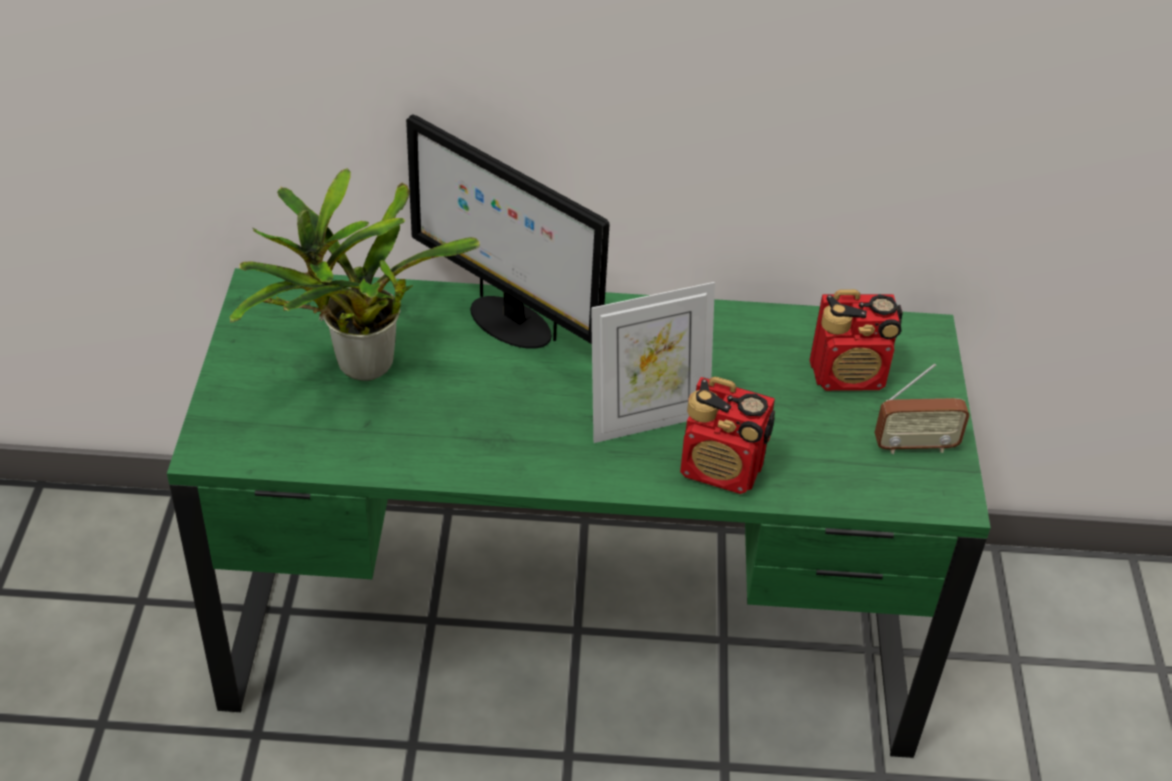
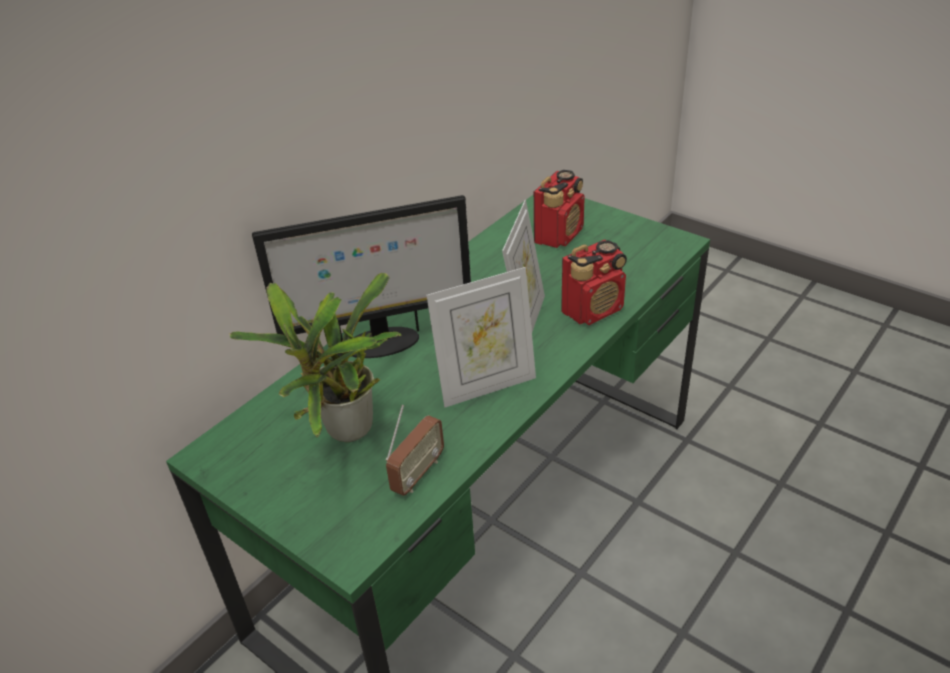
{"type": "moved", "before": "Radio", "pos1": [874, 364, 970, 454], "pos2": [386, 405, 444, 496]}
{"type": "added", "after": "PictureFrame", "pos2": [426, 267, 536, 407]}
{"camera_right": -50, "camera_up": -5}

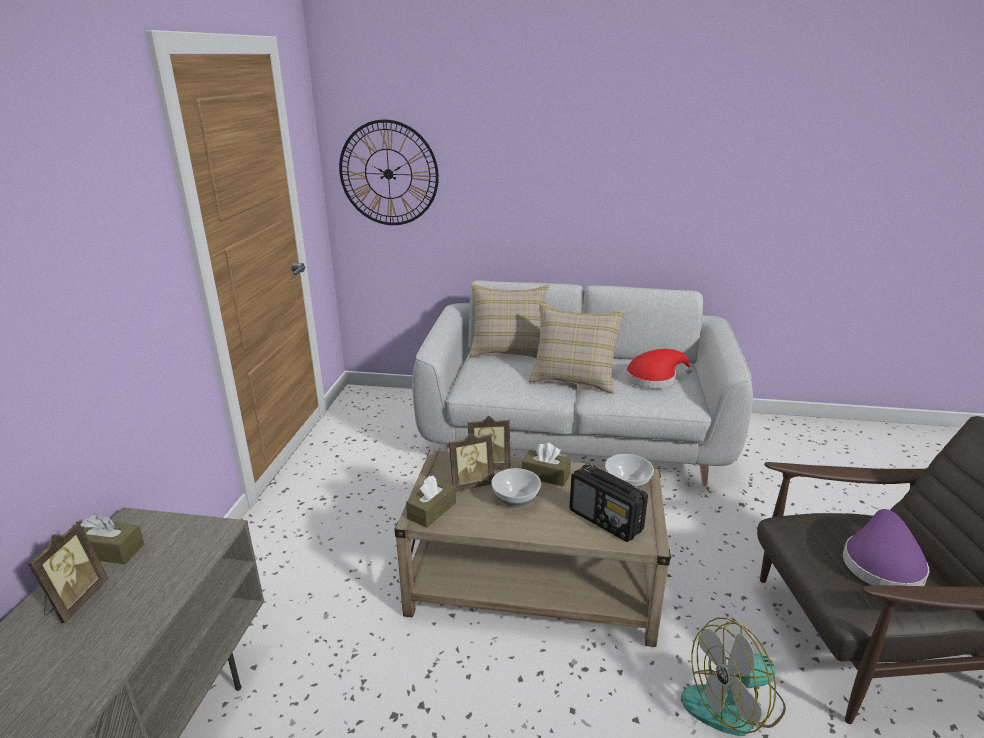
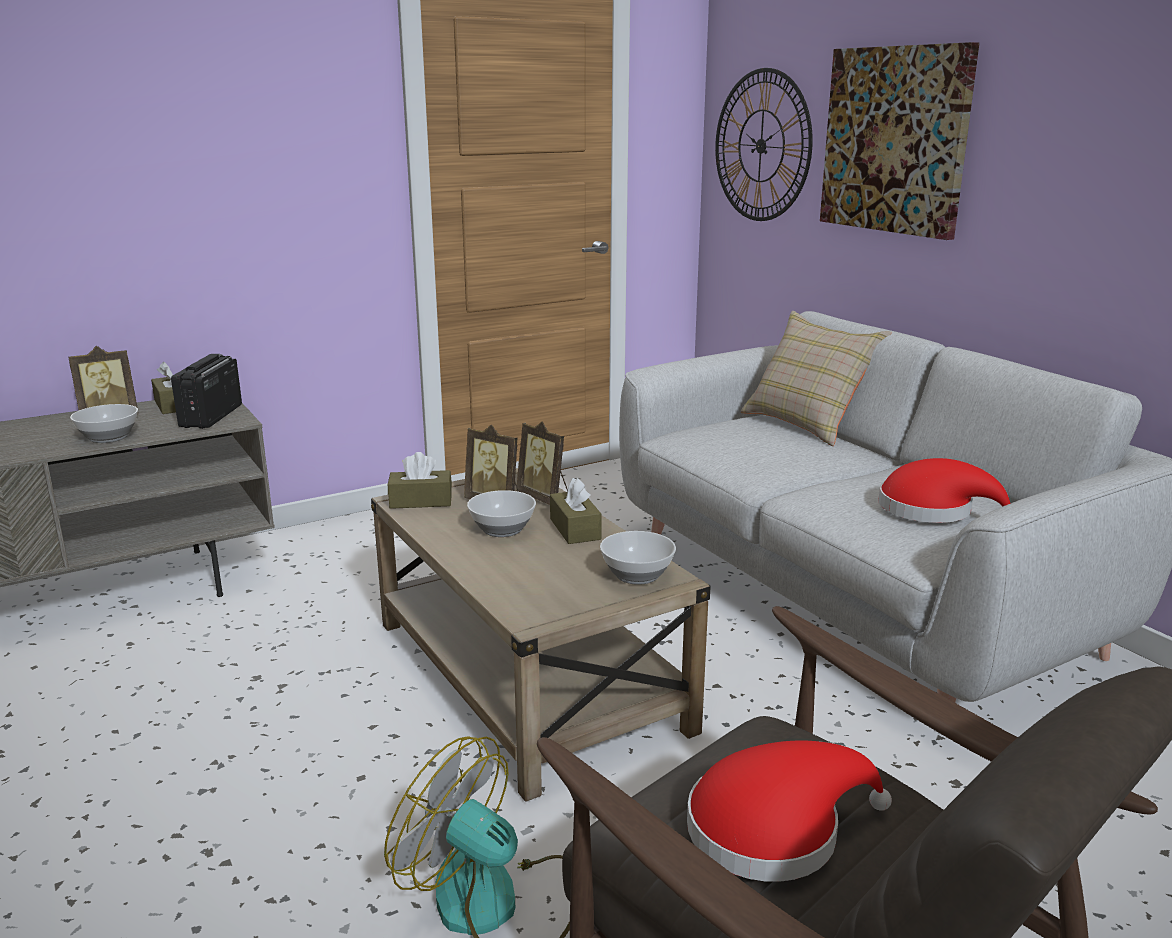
{"type": "removed", "before": "BeigeColouredCushion", "pos1": [529, 303, 625, 394]}
{"type": "moved", "before": "Radio", "pos1": [570, 464, 648, 542], "pos2": [171, 354, 242, 429]}
{"type": "recoloured", "before": "PurpleColouredHat", "after": "RedColouredHat", "pos1": [843, 509, 929, 586], "pos2": [687, 740, 892, 882]}
{"type": "added", "after": "WallPicture", "pos2": [820, 42, 979, 240]}
{"type": "added", "after": "ServingBowl", "pos2": [70, 404, 138, 443]}
{"camera_right": 50, "camera_up": -5}

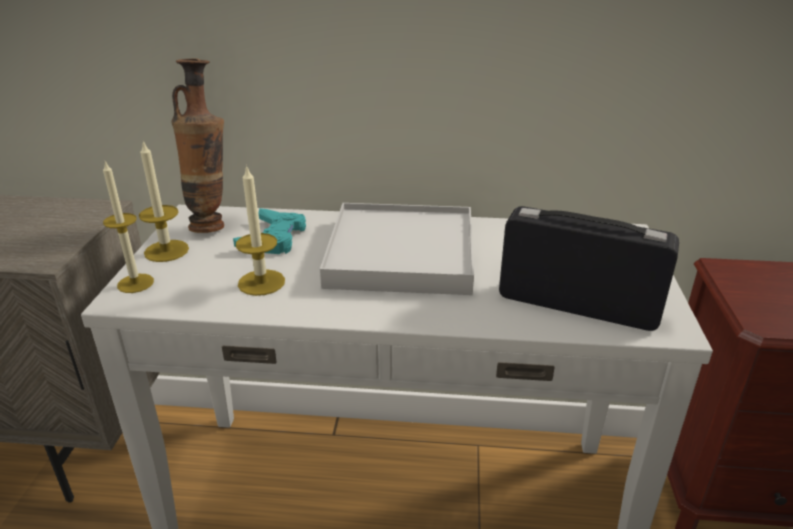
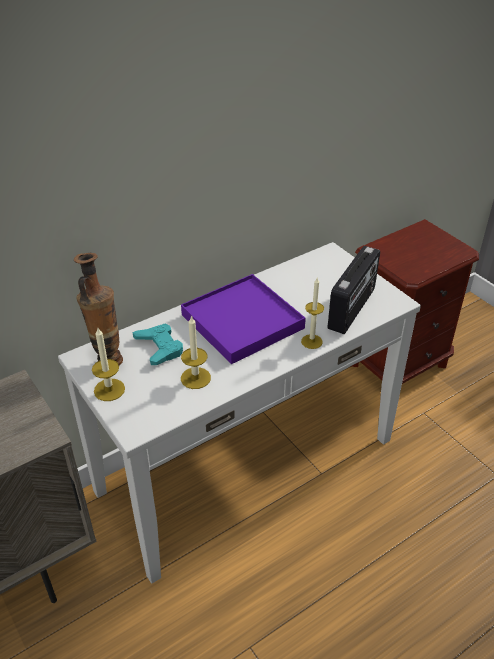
{"type": "moved", "before": "WaxCandle", "pos1": [103, 161, 154, 293], "pos2": [301, 278, 324, 349]}
{"type": "recoloured", "before": "WhiteServingTray", "after": "PurpleColouredServingTray", "pos1": [320, 203, 474, 295], "pos2": [181, 274, 306, 364]}
{"type": "turned", "before": "Radio", "pos1": [499, 206, 679, 331], "pos2": [328, 246, 380, 334], "turn": 135}
{"camera_right": -40, "camera_up": 10}

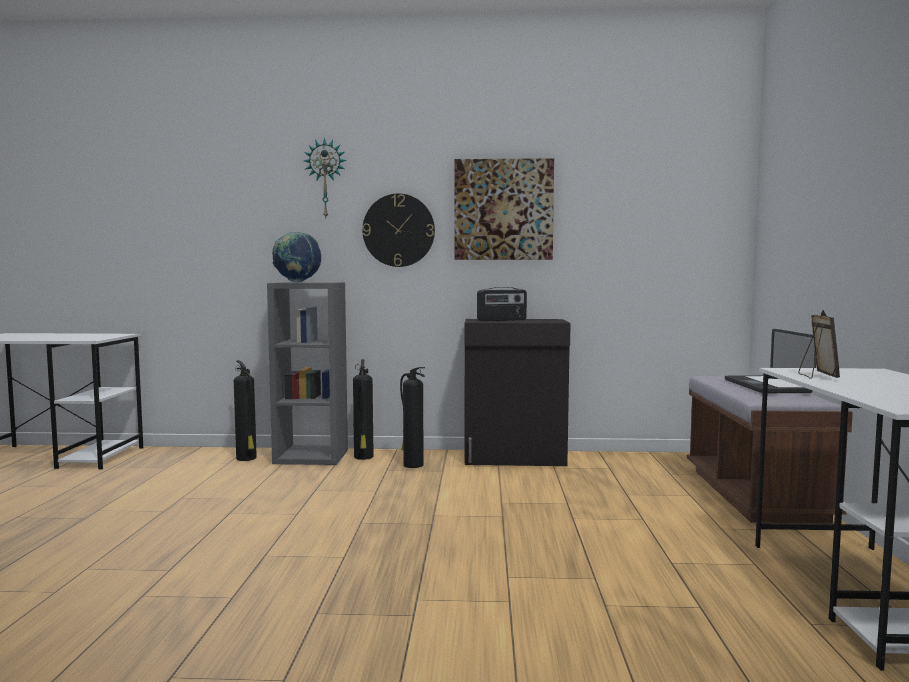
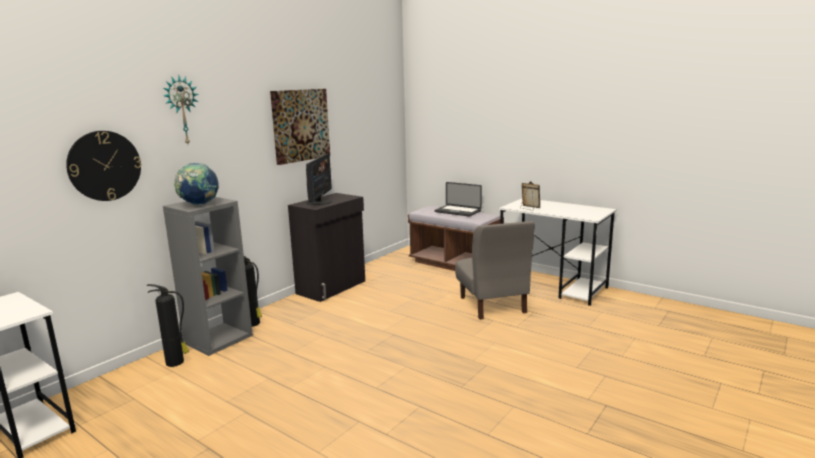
{"type": "moved", "before": "ClockOnTheWall", "pos1": [362, 194, 435, 267], "pos2": [66, 131, 142, 201]}
{"type": "replaced", "before": "Radio", "after": "ComputerScreen", "pos1": [477, 287, 527, 321], "pos2": [306, 154, 332, 205]}
{"type": "removed", "before": "FireFightingCylinder", "pos1": [400, 367, 425, 468]}
{"type": "added", "after": "GreyUprightChair", "pos2": [455, 221, 535, 320]}
{"camera_right": -55, "camera_up": 10}

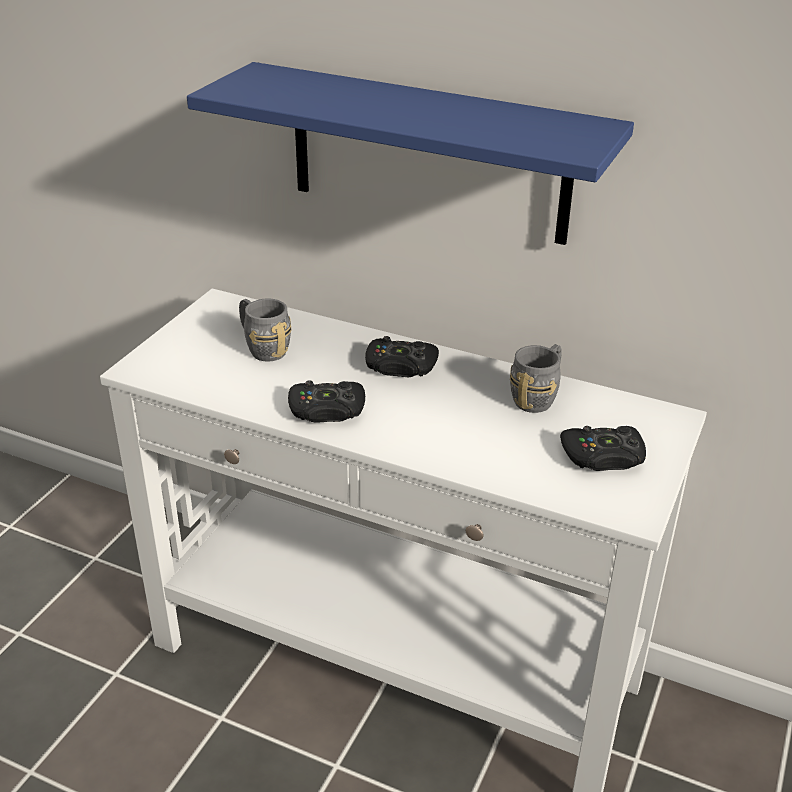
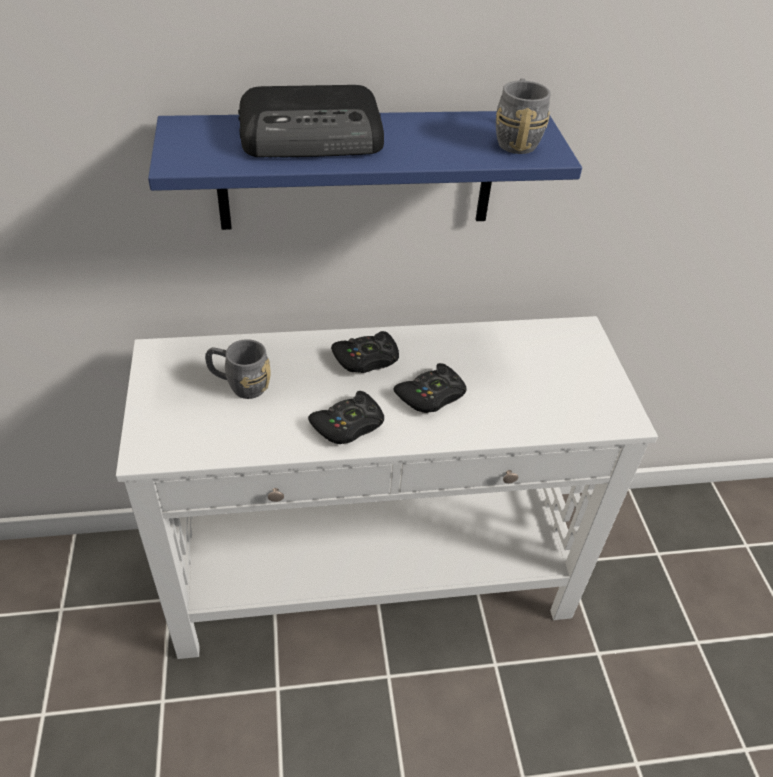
{"type": "moved", "before": "GreyMug", "pos1": [510, 344, 562, 413], "pos2": [496, 79, 551, 154]}
{"type": "moved", "before": "BlackGameController", "pos1": [560, 426, 646, 471], "pos2": [394, 363, 467, 413]}
{"type": "added", "after": "Radio", "pos2": [238, 85, 384, 157]}
{"camera_right": -35, "camera_up": 10}

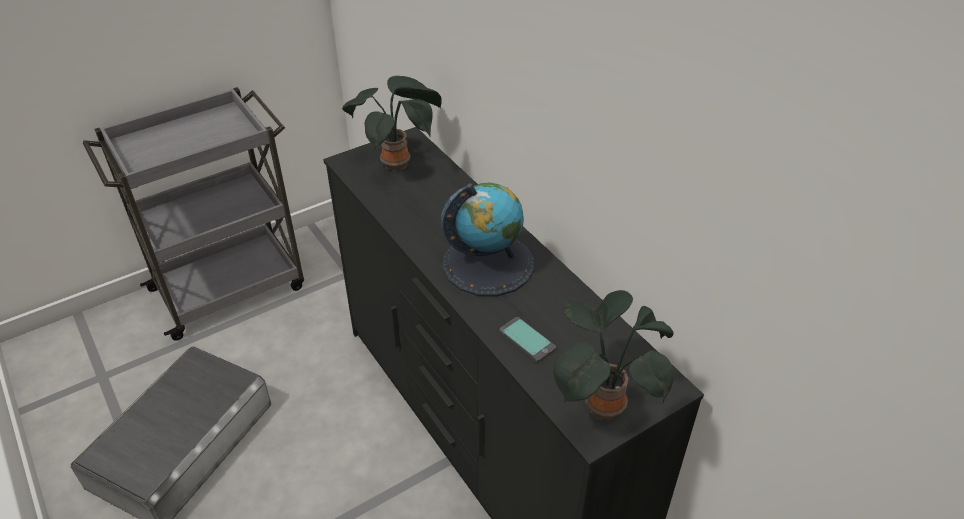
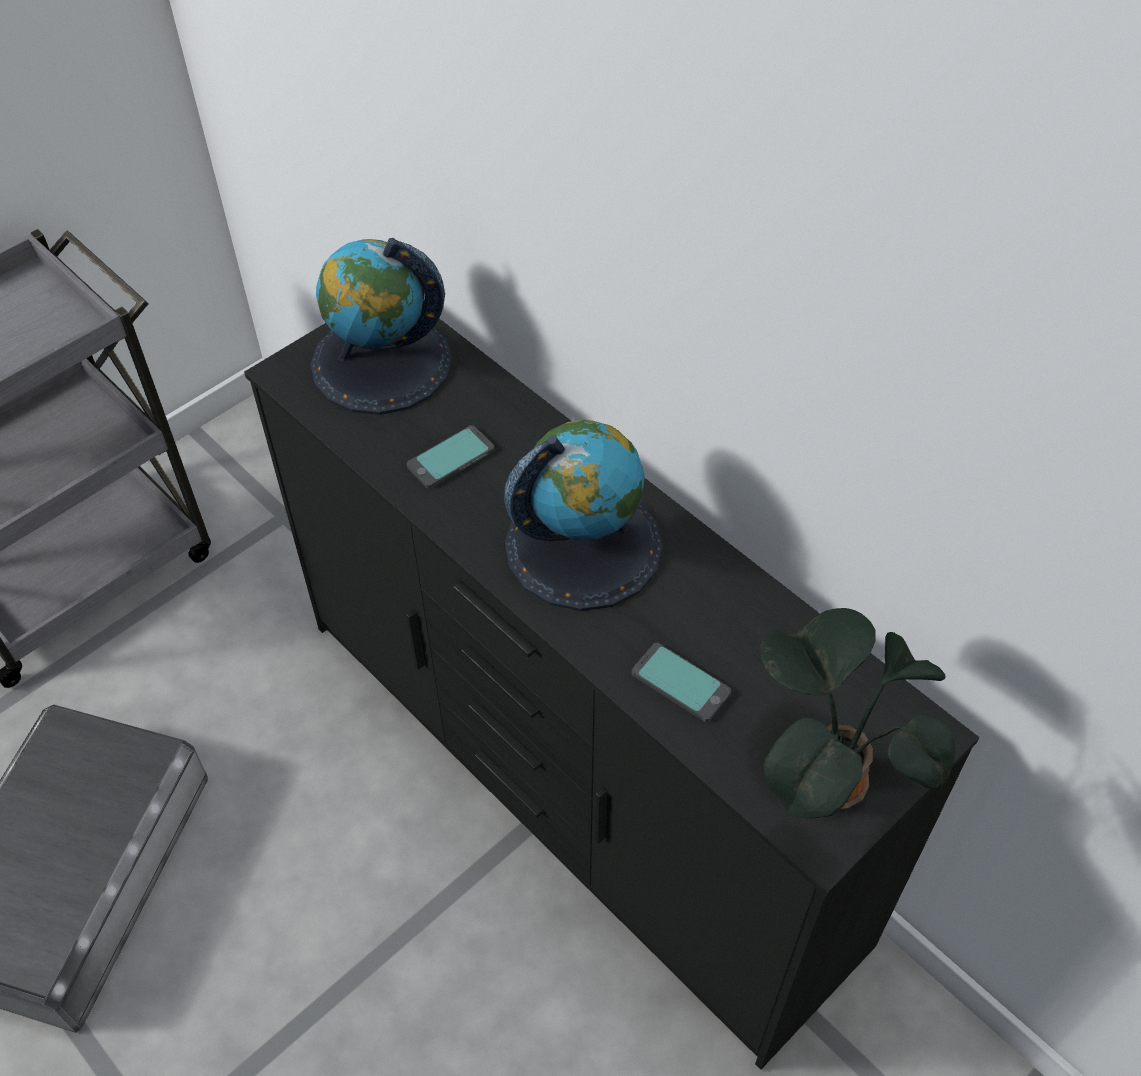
{"type": "replaced", "before": "Houseplant", "after": "DeskGlobe", "pos1": [342, 76, 442, 171], "pos2": [310, 238, 452, 415]}
{"type": "added", "after": "Handset", "pos2": [407, 425, 494, 489]}
{"camera_right": -10, "camera_up": 10}

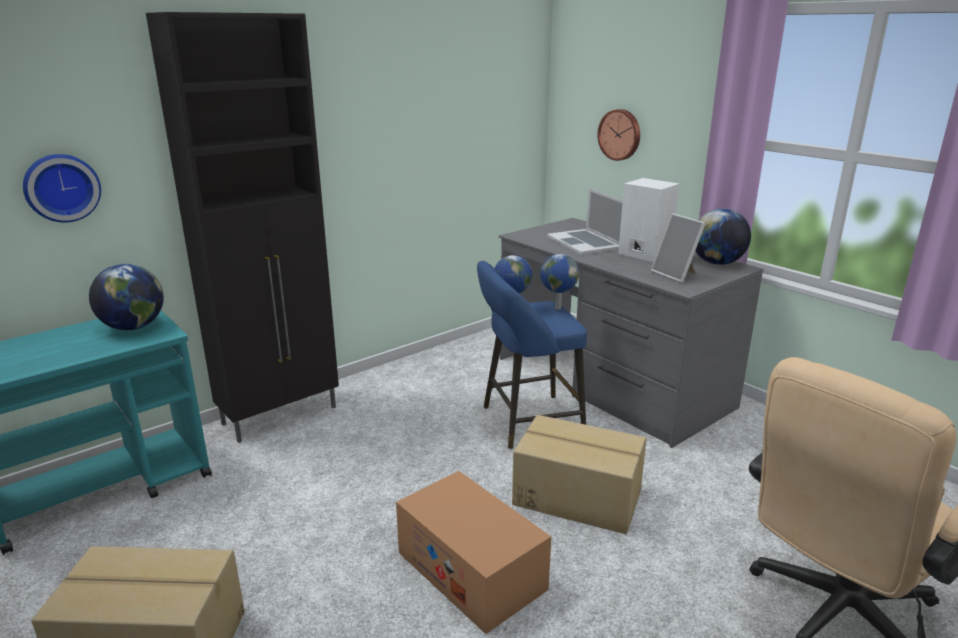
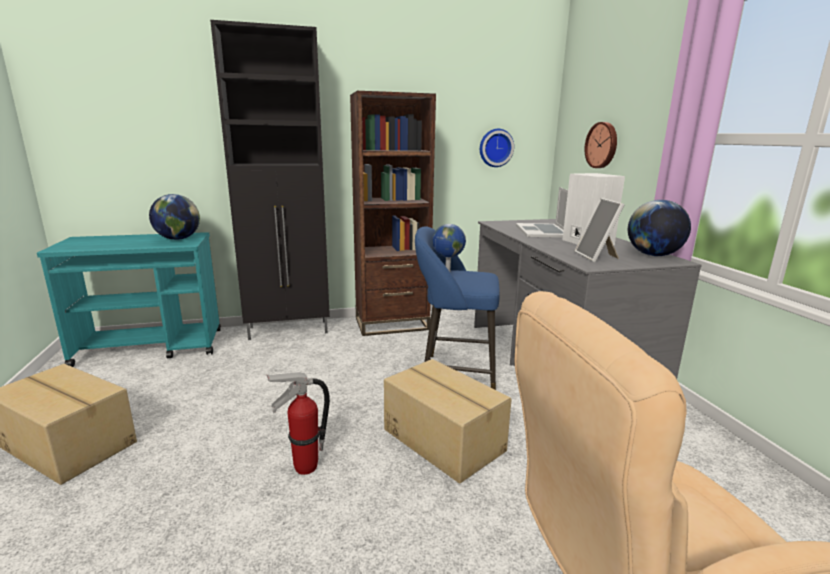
{"type": "moved", "before": "ClockOnTheWall", "pos1": [23, 154, 101, 223], "pos2": [480, 129, 514, 167]}
{"type": "removed", "before": "DeskGlobe", "pos1": [540, 254, 579, 310]}
{"type": "replaced", "before": "CardboardBox", "after": "FireFightingCylinder", "pos1": [396, 471, 551, 634], "pos2": [267, 372, 330, 475]}
{"type": "added", "after": "BrownShelvingUnit", "pos2": [350, 91, 436, 336]}
{"camera_right": 25, "camera_up": -5}

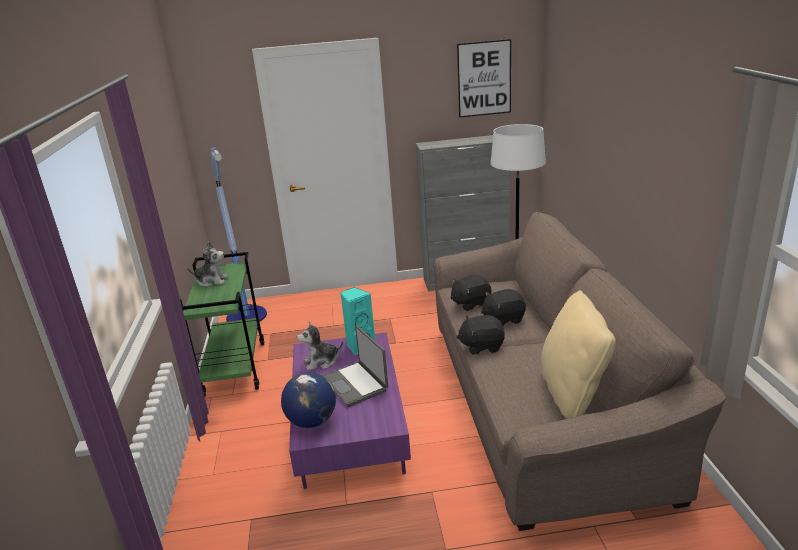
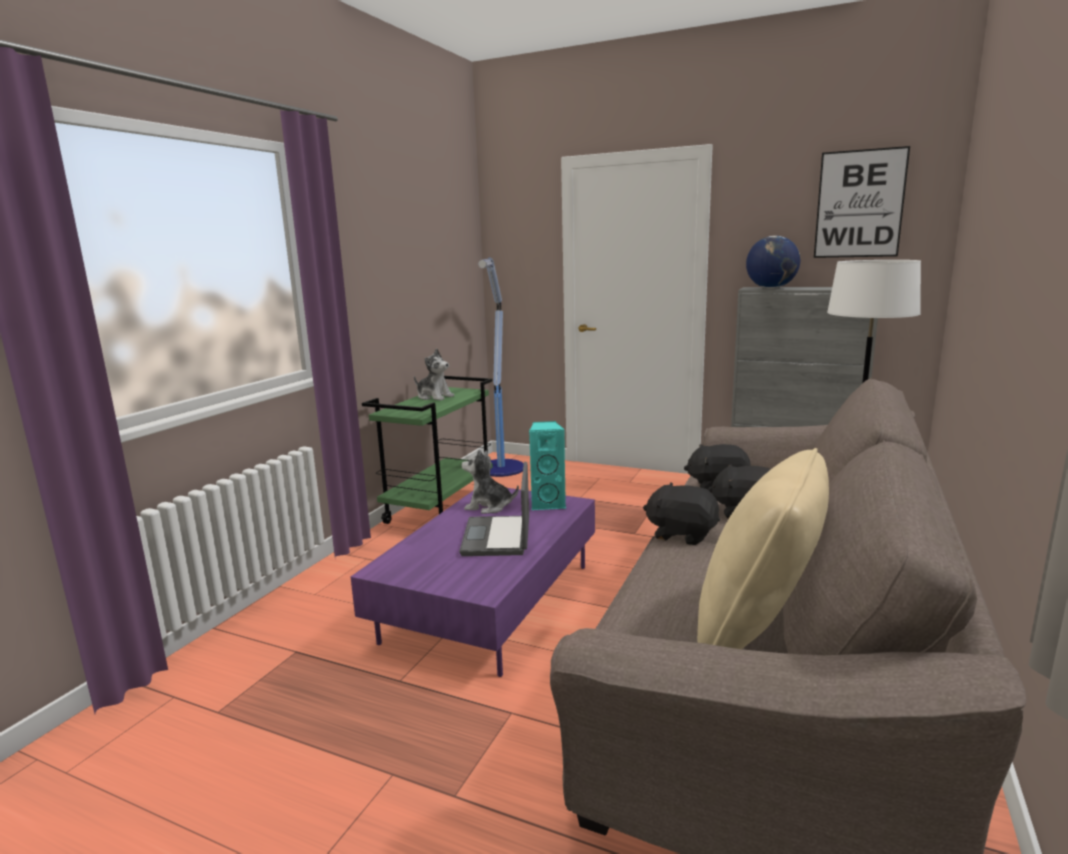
{"type": "moved", "before": "DeskGlobe", "pos1": [281, 372, 336, 428], "pos2": [746, 236, 800, 288]}
{"camera_right": 30, "camera_up": -10}

